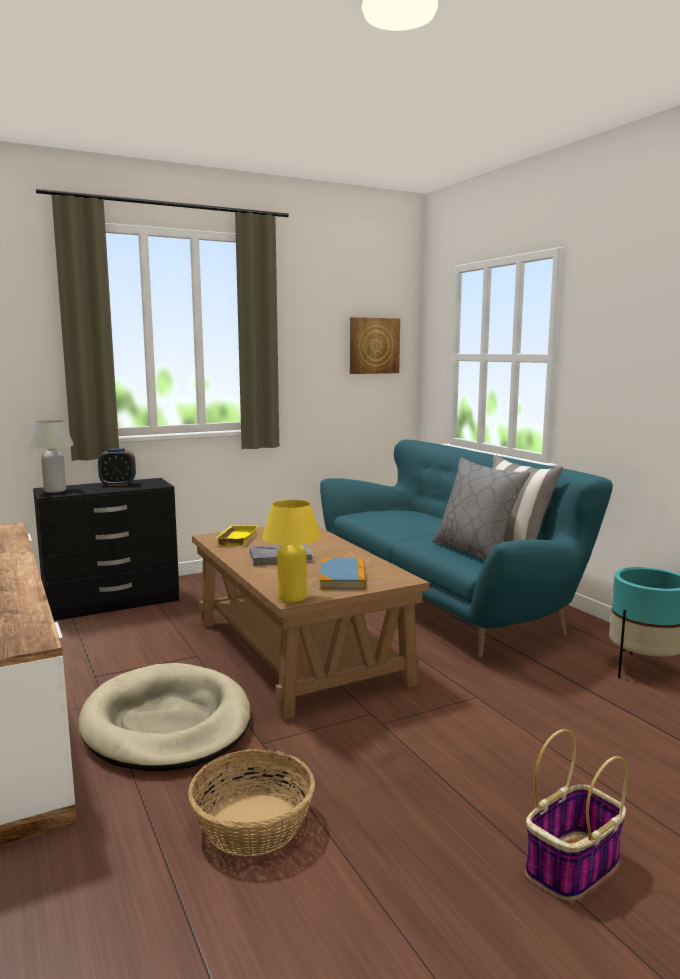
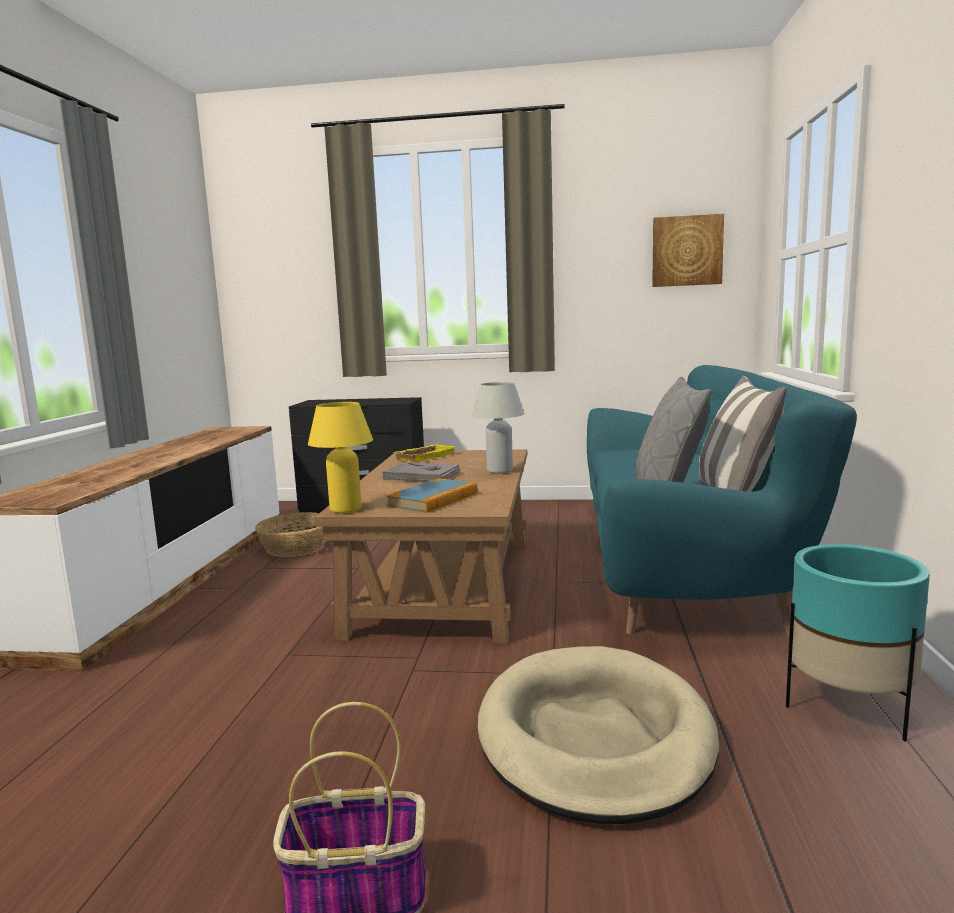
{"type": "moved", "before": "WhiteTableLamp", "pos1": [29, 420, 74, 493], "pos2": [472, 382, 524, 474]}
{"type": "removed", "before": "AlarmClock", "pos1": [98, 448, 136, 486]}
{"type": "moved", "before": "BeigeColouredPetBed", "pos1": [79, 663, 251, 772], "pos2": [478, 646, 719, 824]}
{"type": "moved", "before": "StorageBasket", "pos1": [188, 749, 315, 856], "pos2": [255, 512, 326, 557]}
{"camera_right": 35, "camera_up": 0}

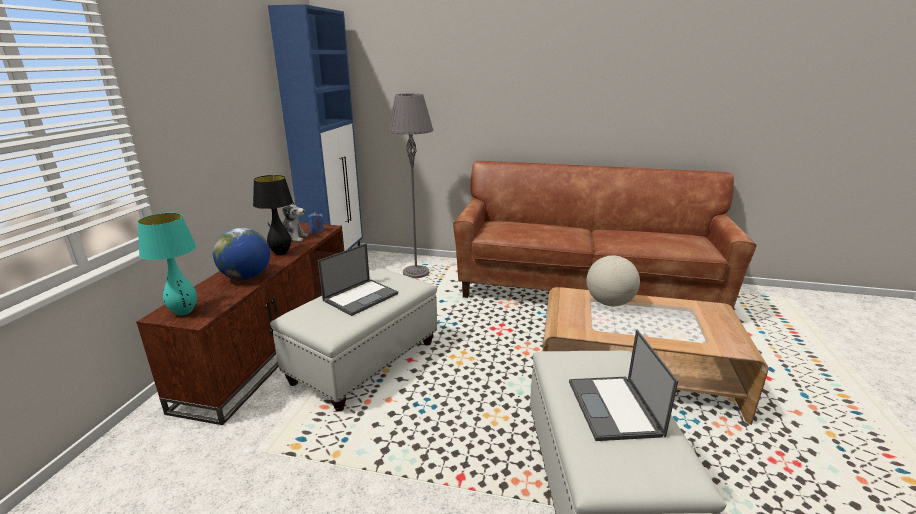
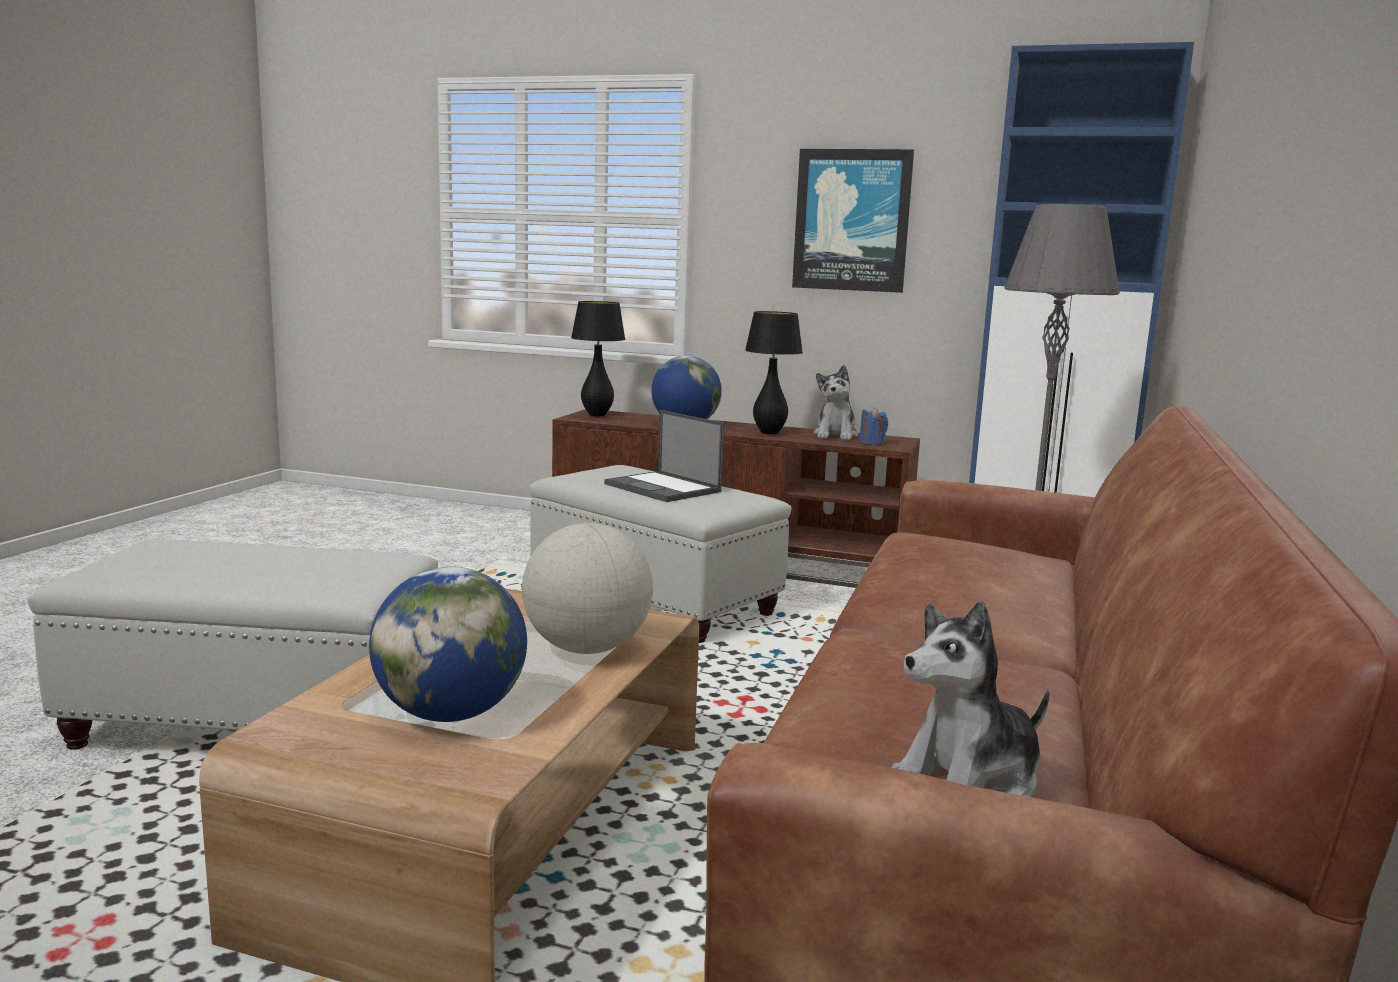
{"type": "recoloured", "before": "TurquoiseTableLamp", "after": "BlackTableLamp", "pos1": [138, 213, 197, 316], "pos2": [571, 301, 625, 417]}
{"type": "removed", "before": "PortableComputer", "pos1": [569, 329, 678, 441]}
{"type": "added", "after": "WallPicture", "pos2": [792, 149, 914, 293]}
{"type": "added", "after": "DeskGlobe", "pos2": [369, 567, 527, 722]}
{"type": "added", "after": "PlushToy", "pos2": [891, 601, 1050, 797]}
{"camera_right": 95, "camera_up": -10}

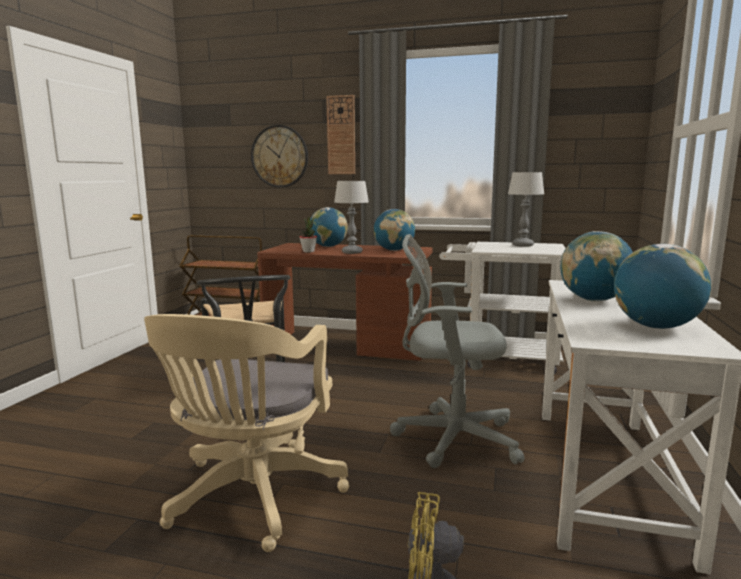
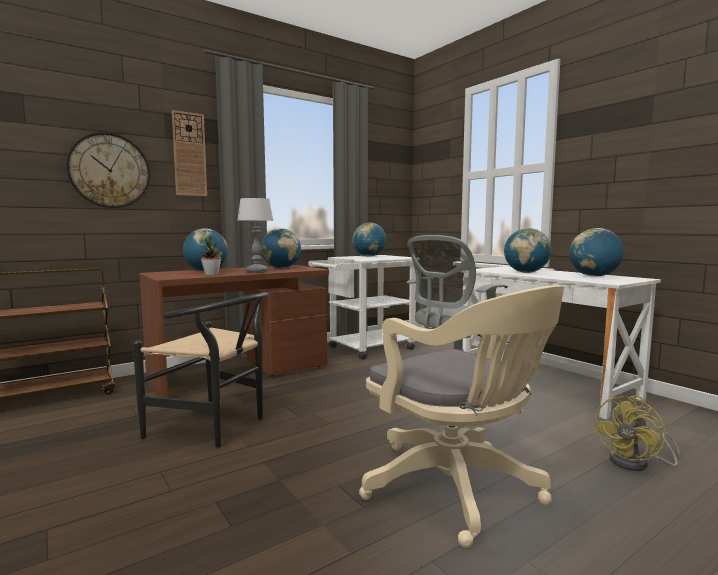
{"type": "replaced", "before": "TableLamp", "after": "DeskGlobe", "pos1": [508, 172, 544, 247], "pos2": [353, 222, 386, 257]}
{"camera_right": -50, "camera_up": -5}

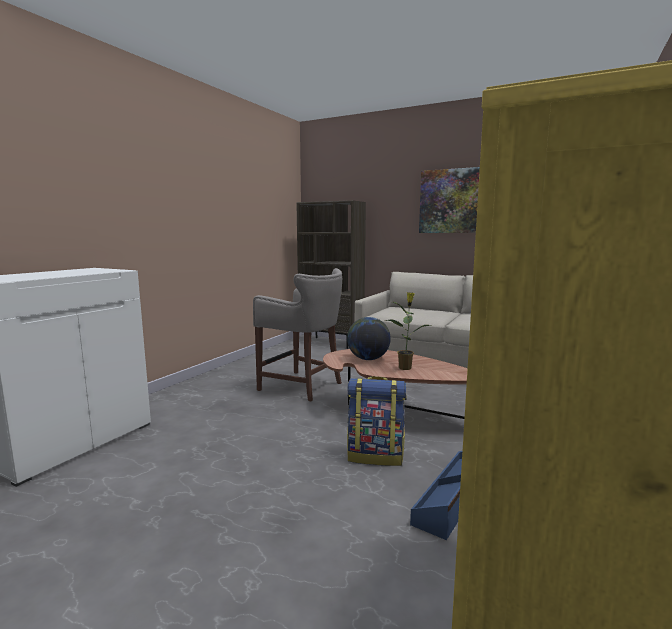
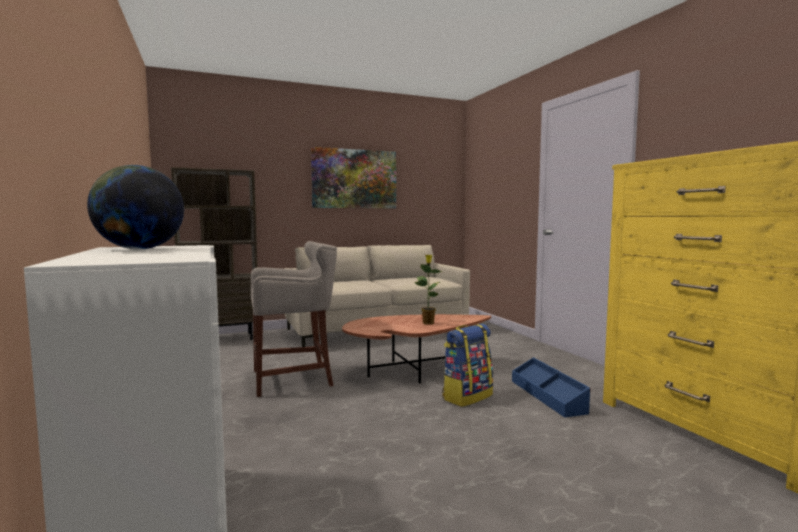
{"type": "moved", "before": "DeskGlobe", "pos1": [347, 317, 391, 360], "pos2": [87, 165, 184, 249]}
{"camera_right": -50, "camera_up": -5}

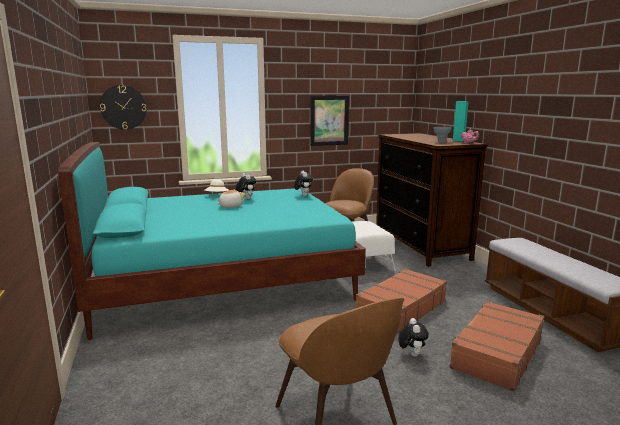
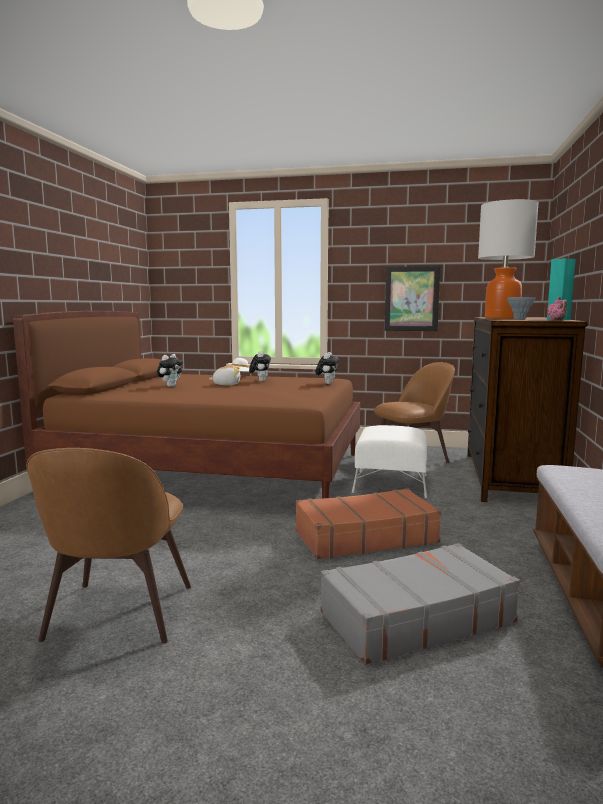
{"type": "removed", "before": "ClockOnTheWall", "pos1": [100, 85, 147, 130]}
{"type": "recoloured", "before": "TurquoiseBed", "after": "BrownBed", "pos1": [58, 142, 366, 340], "pos2": [13, 311, 360, 499]}
{"type": "recoloured", "before": "BrownPieceOfLuggage", "after": "GreyPieceOfLuggage", "pos1": [449, 301, 544, 391], "pos2": [321, 543, 520, 665]}
{"type": "moved", "before": "PlushToy", "pos1": [399, 318, 429, 357], "pos2": [157, 354, 183, 387]}
{"type": "added", "after": "TableLamp", "pos2": [478, 199, 539, 319]}
{"camera_right": 30, "camera_up": -5}

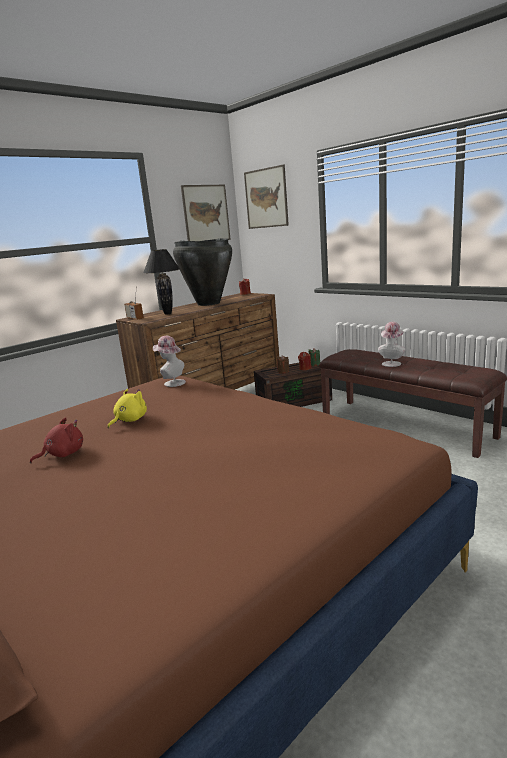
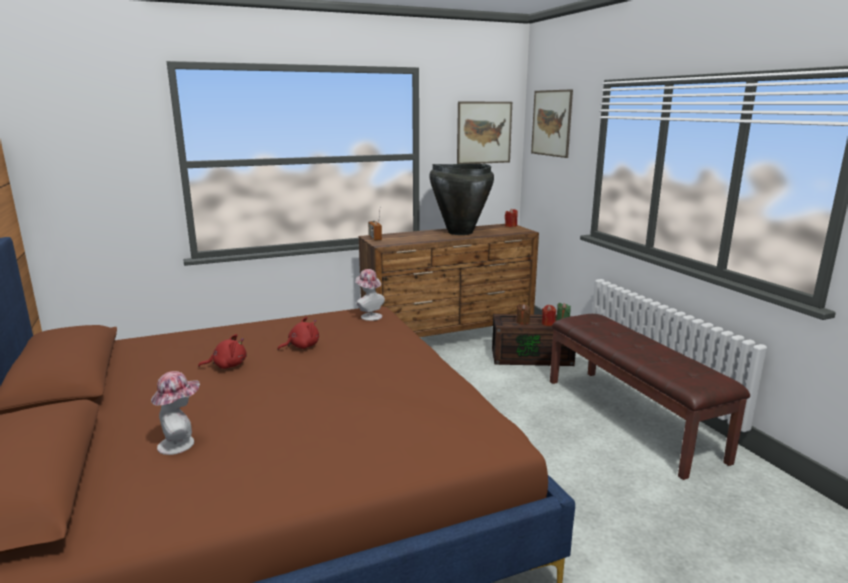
{"type": "removed", "before": "BlackTableLamp", "pos1": [143, 249, 180, 315]}
{"type": "moved", "before": "Hat", "pos1": [378, 322, 406, 367], "pos2": [151, 371, 200, 455]}
{"type": "recoloured", "before": "YellowishPlushToy", "after": "RedColouredPlushToy", "pos1": [108, 389, 147, 428], "pos2": [277, 317, 319, 350]}
{"camera_right": 20, "camera_up": 0}

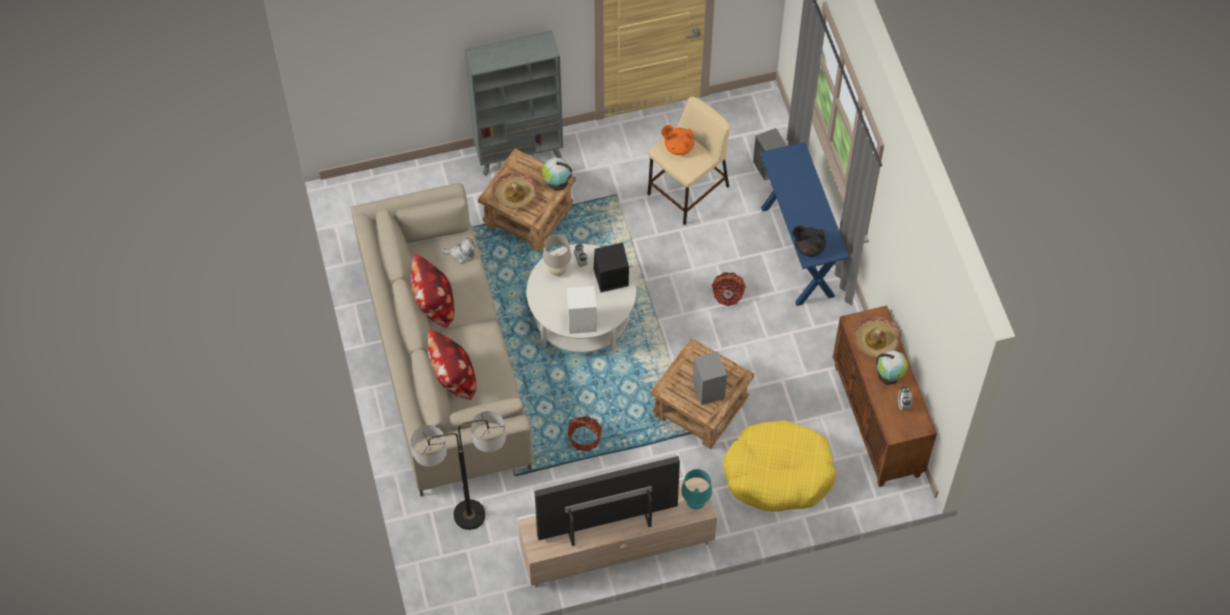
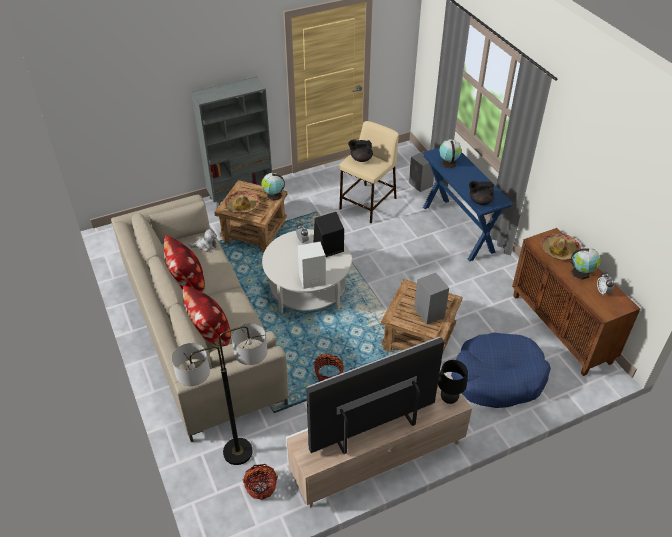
{"type": "recoloured", "before": "OrangeyPotForTea", "after": "BlackPotForTea", "pos1": [661, 125, 694, 155], "pos2": [348, 139, 373, 162]}
{"type": "removed", "before": "BeigeColouredTableLamp", "pos1": [543, 235, 571, 276]}
{"type": "moved", "before": "StorageBasket", "pos1": [712, 272, 746, 306], "pos2": [242, 464, 278, 500]}
{"type": "recoloured", "before": "YellowishPetBed", "after": "BlueColouredPetBed", "pos1": [723, 420, 836, 512], "pos2": [451, 332, 551, 408]}
{"type": "recoloured", "before": "TurquoiseTableLamp", "after": "BlackTableLamp", "pos1": [681, 469, 712, 510], "pos2": [438, 360, 467, 404]}
{"type": "added", "after": "DeskGlobe", "pos2": [439, 139, 461, 168]}
{"camera_right": -10, "camera_up": -15}

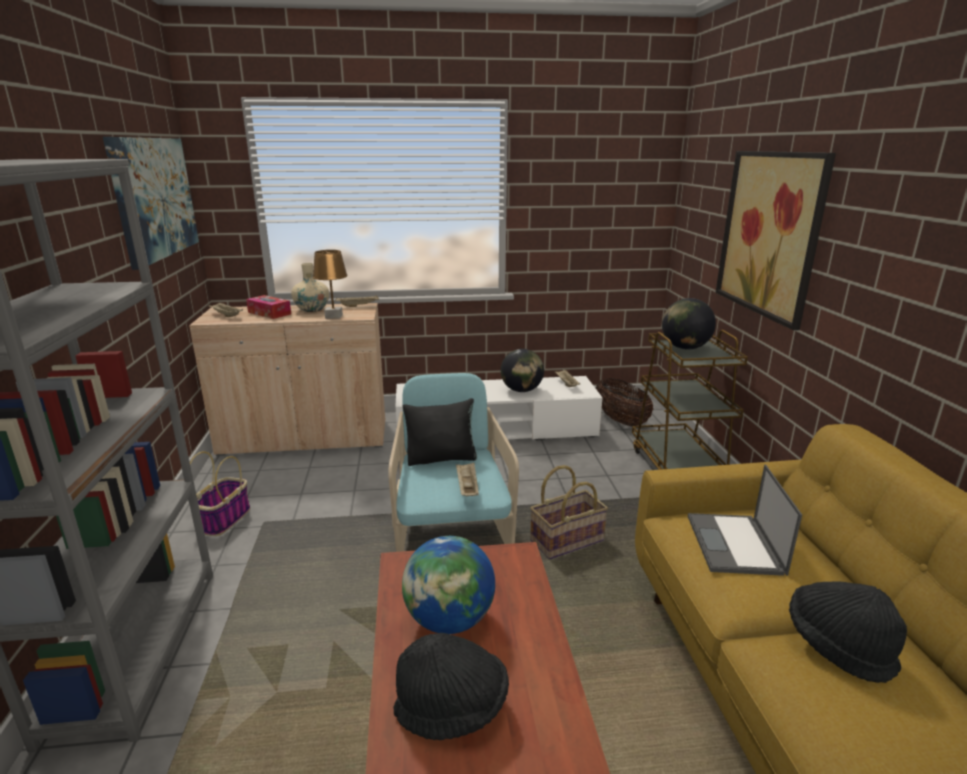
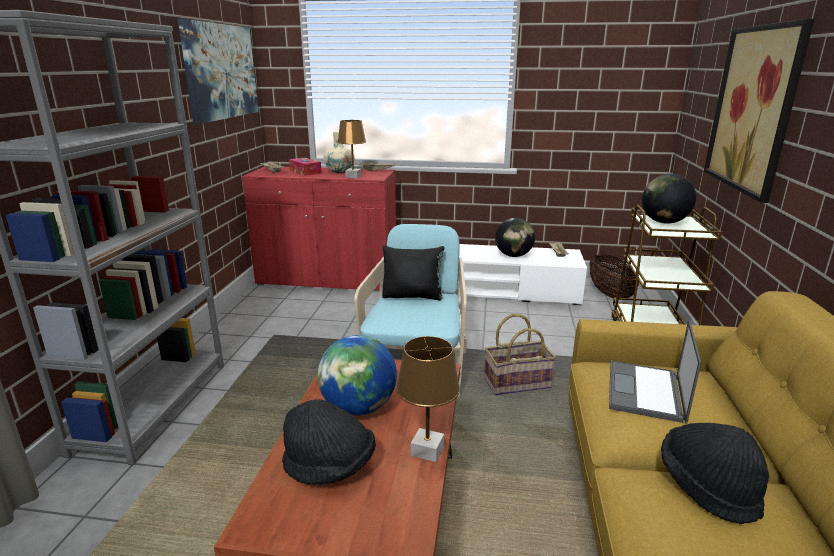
{"type": "recoloured", "before": "BeigeColouredStorageCabinet", "after": "RedColouredStorageCabinet", "pos1": [189, 303, 385, 456], "pos2": [242, 166, 396, 291]}
{"type": "removed", "before": "StorageBasket", "pos1": [189, 451, 250, 536]}
{"type": "removed", "before": "BeigeColouredServingTray", "pos1": [456, 463, 479, 496]}
{"type": "added", "after": "BrownTableLamp", "pos2": [396, 336, 460, 462]}
{"camera_right": 15, "camera_up": 0}

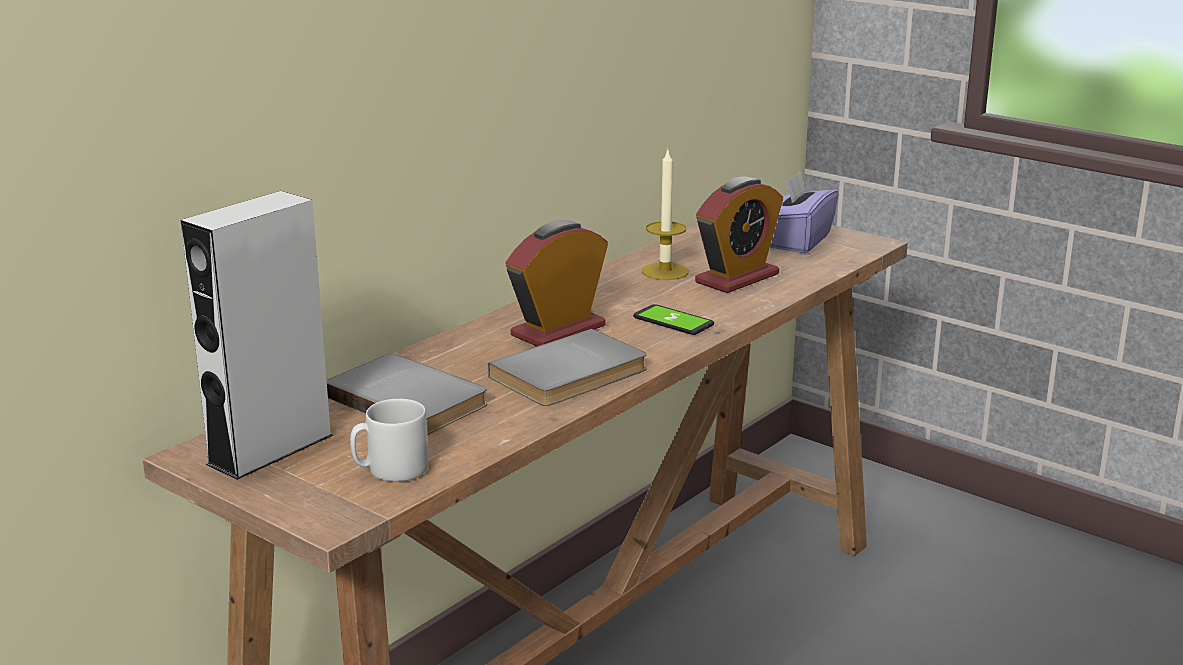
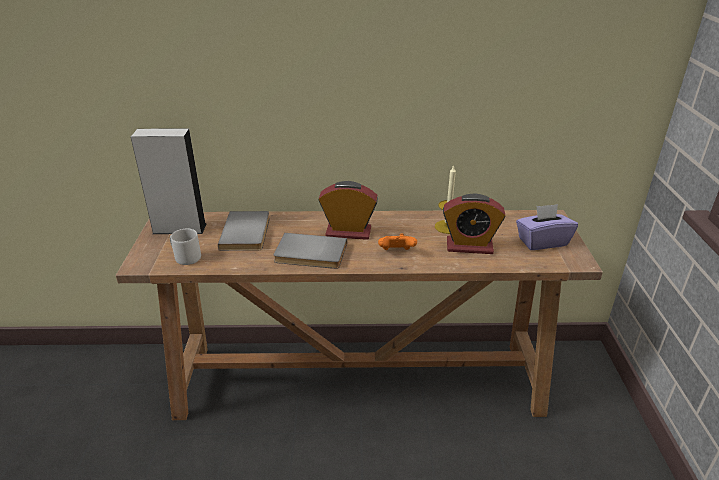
{"type": "replaced", "before": "Handset", "after": "OrangeyGameController", "pos1": [633, 304, 714, 335], "pos2": [378, 234, 417, 250]}
{"camera_right": 50, "camera_up": 10}

